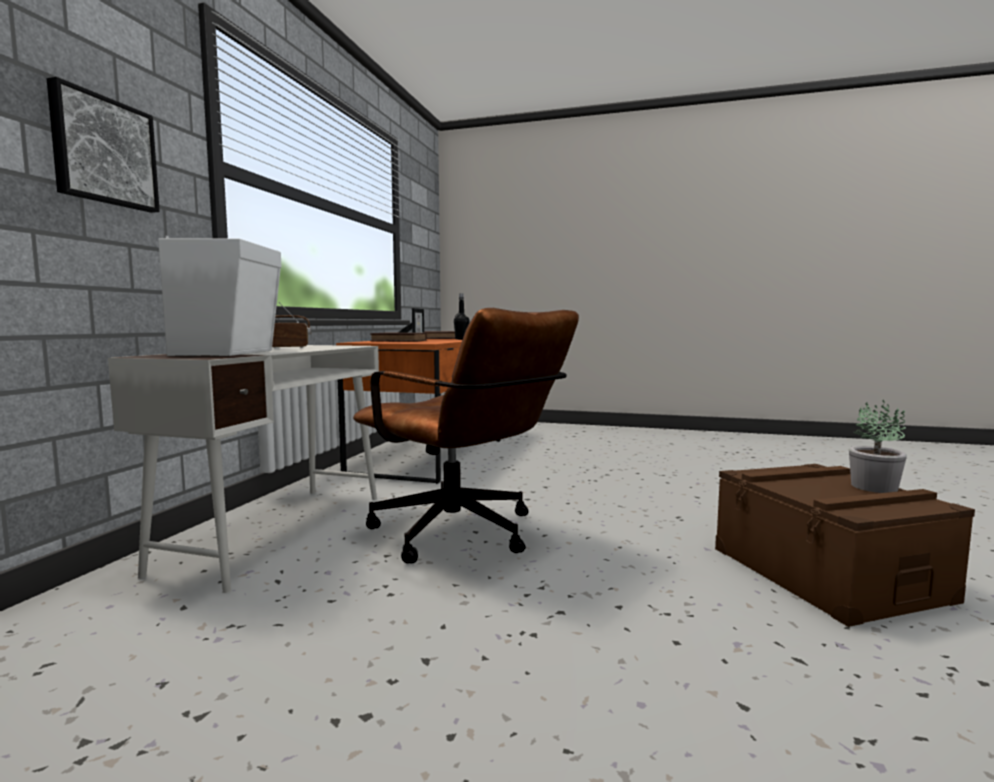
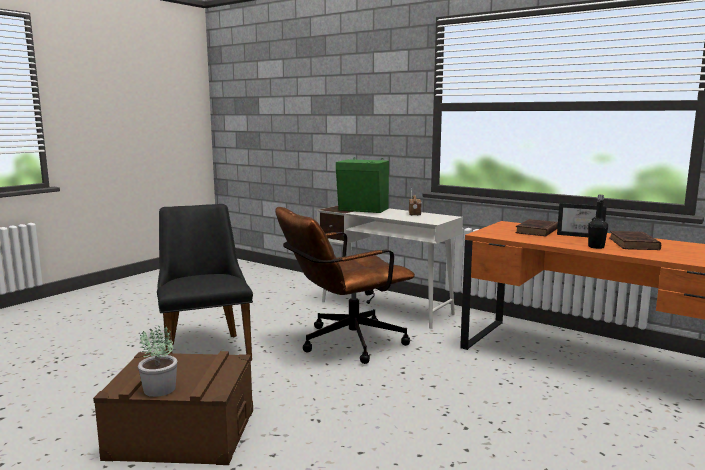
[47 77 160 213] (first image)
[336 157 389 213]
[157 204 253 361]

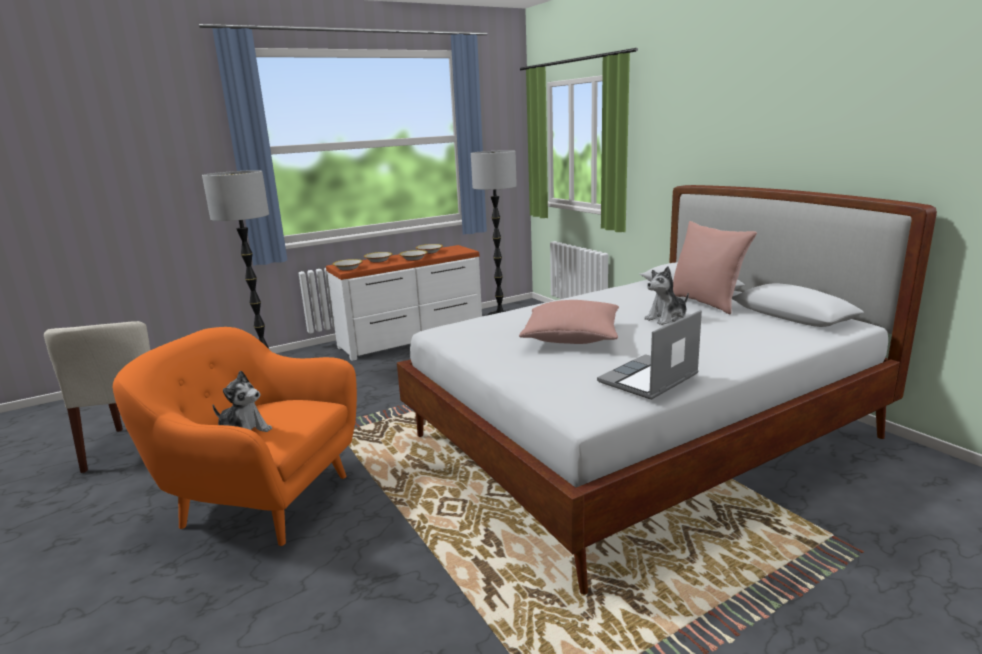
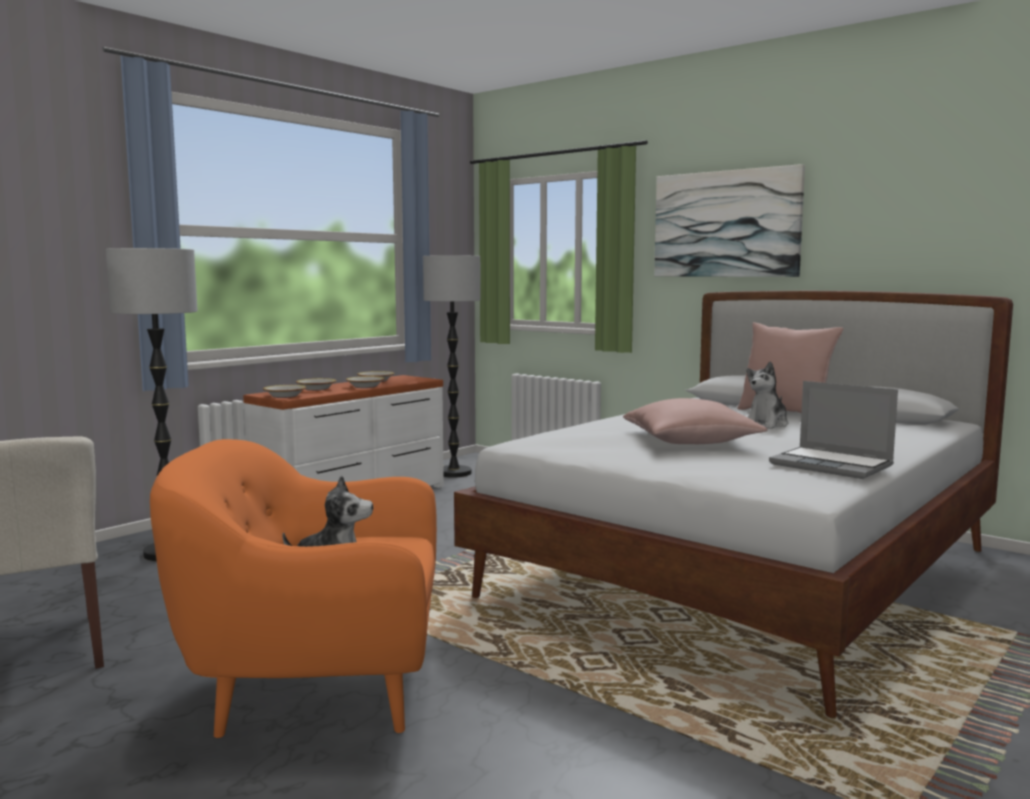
[769 381 898 479]
[654 164 805 277]

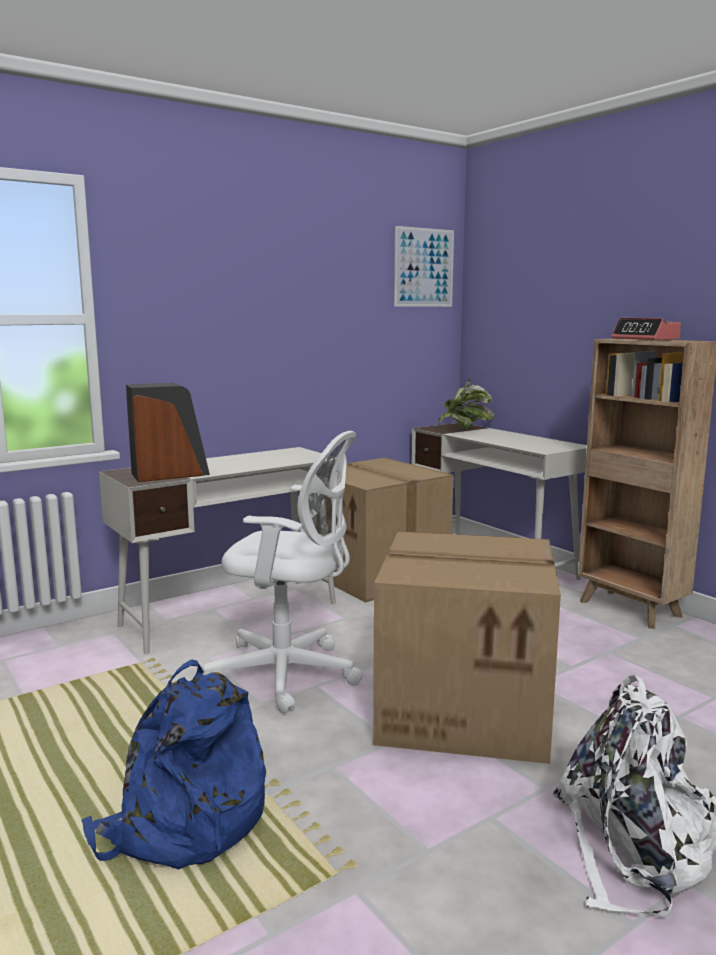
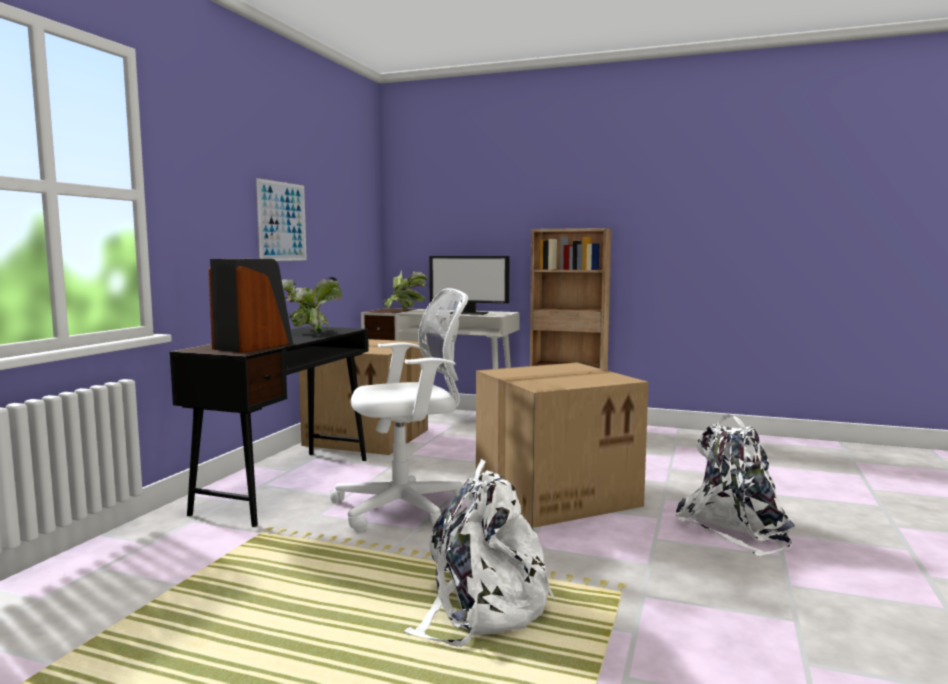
[404 459 555 647]
[170 326 369 527]
[256 178 307 261]
[611 318 681 341] (first image)
[282 277 342 333]
[429 256 509 315]

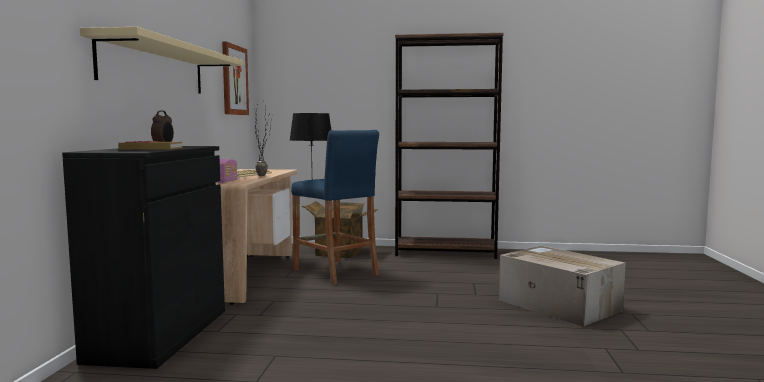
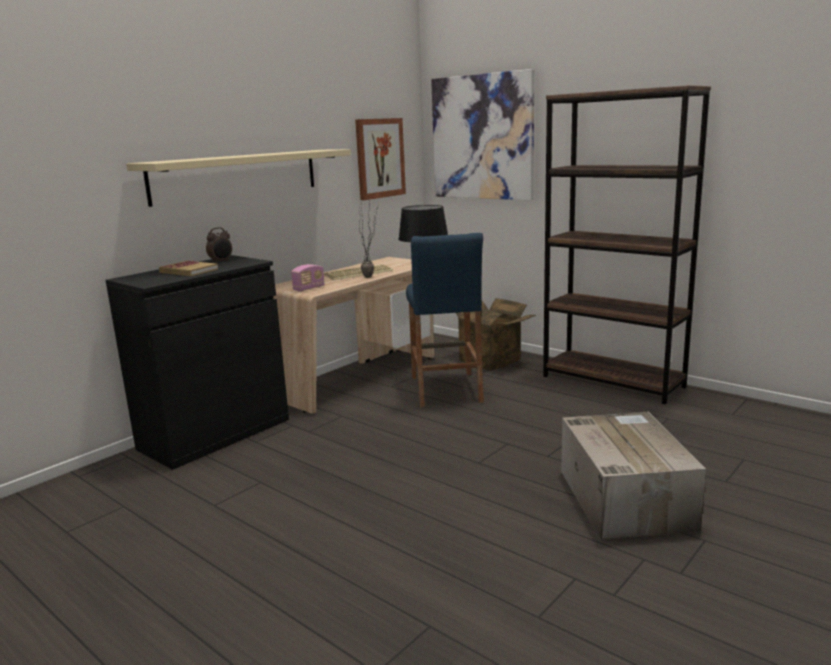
[431 69 534 200]

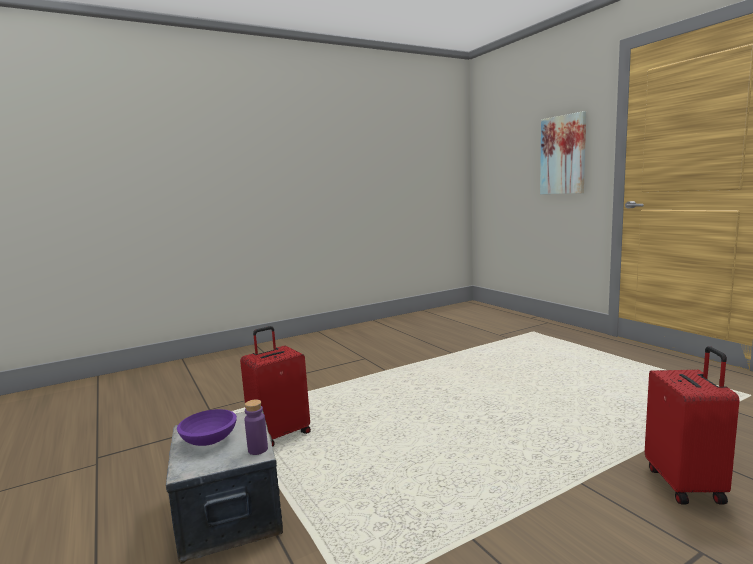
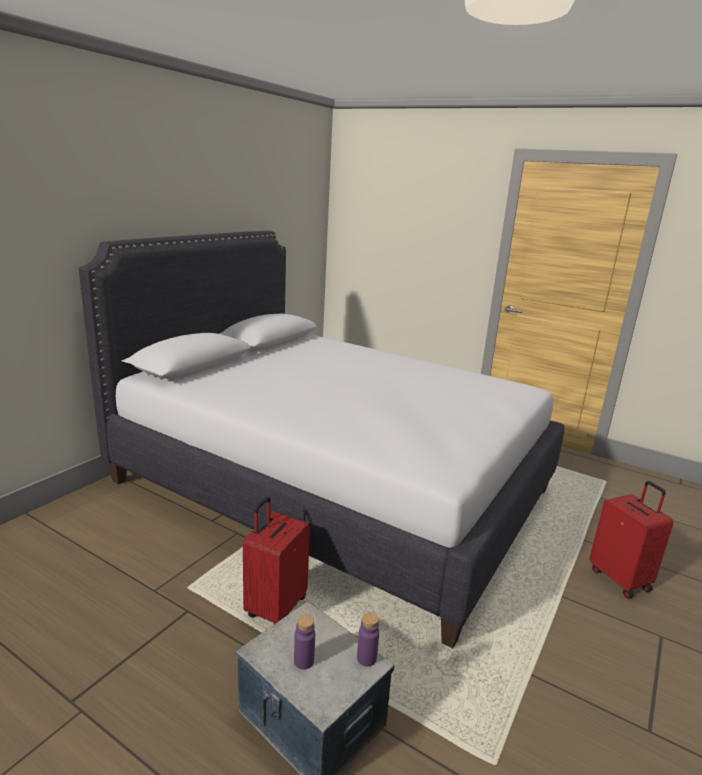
[294 615 315 669]
[540 111 586 194] (first image)
[79 231 565 648]

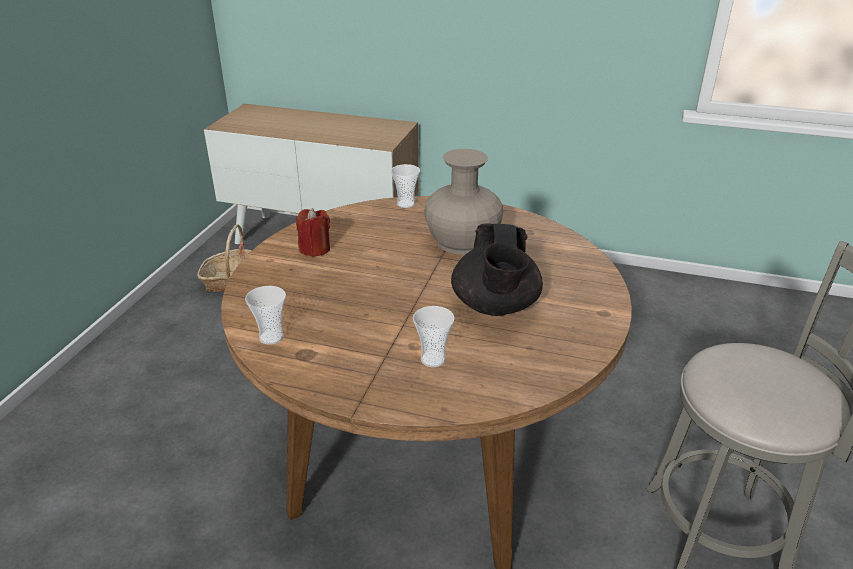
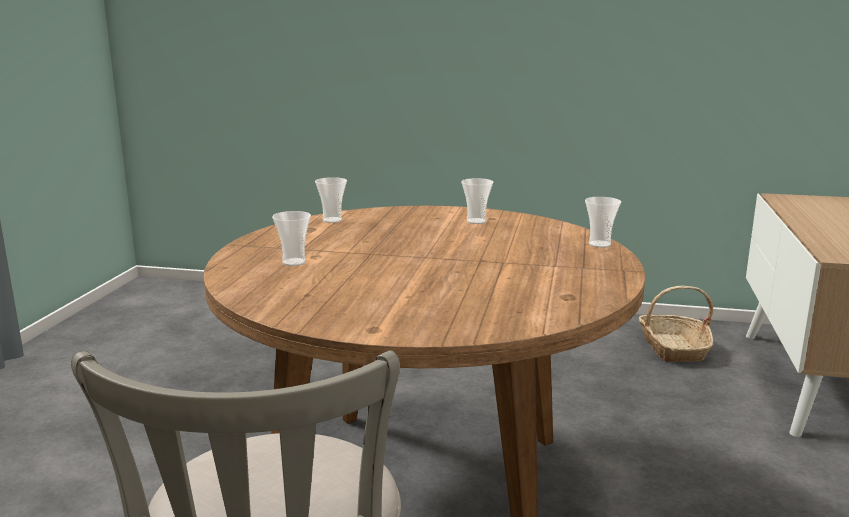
[461 178 493 224]
[424 149 503 255] (first image)
[451 223 543 316] (first image)

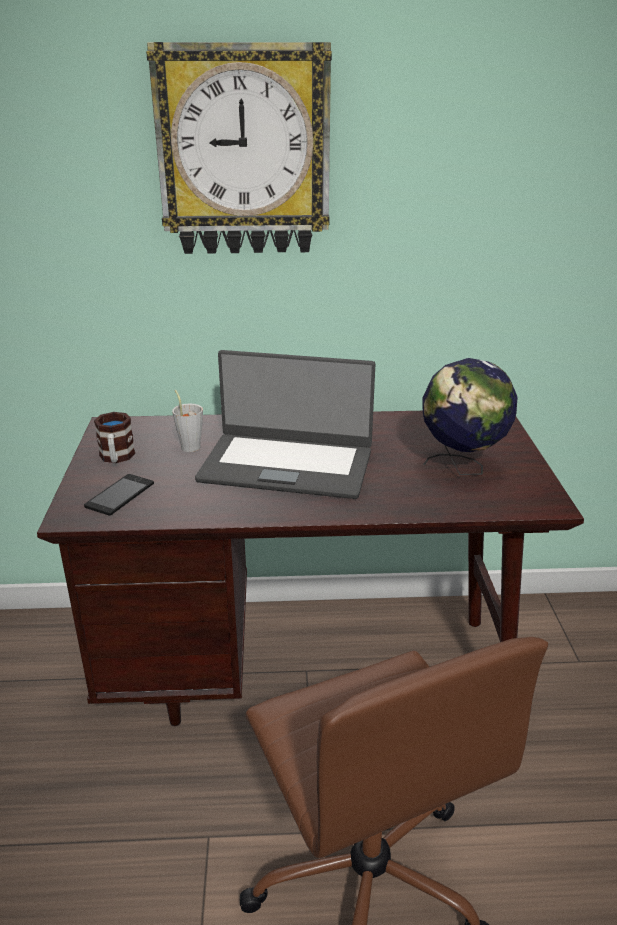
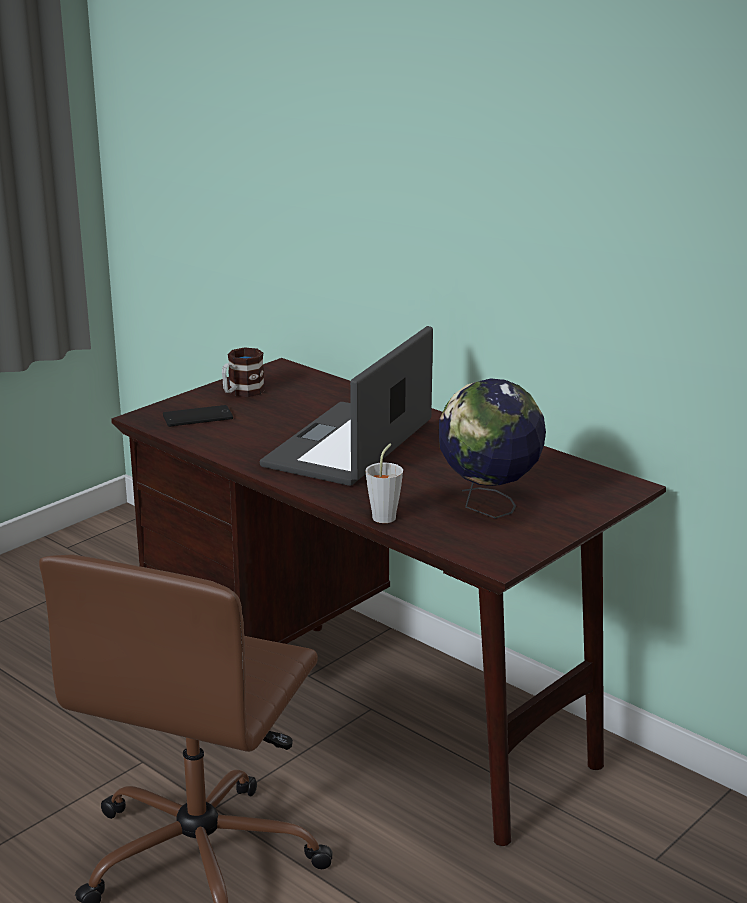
[146 42 332 254] (first image)
[365 444 403 523]
[260 326 433 486]

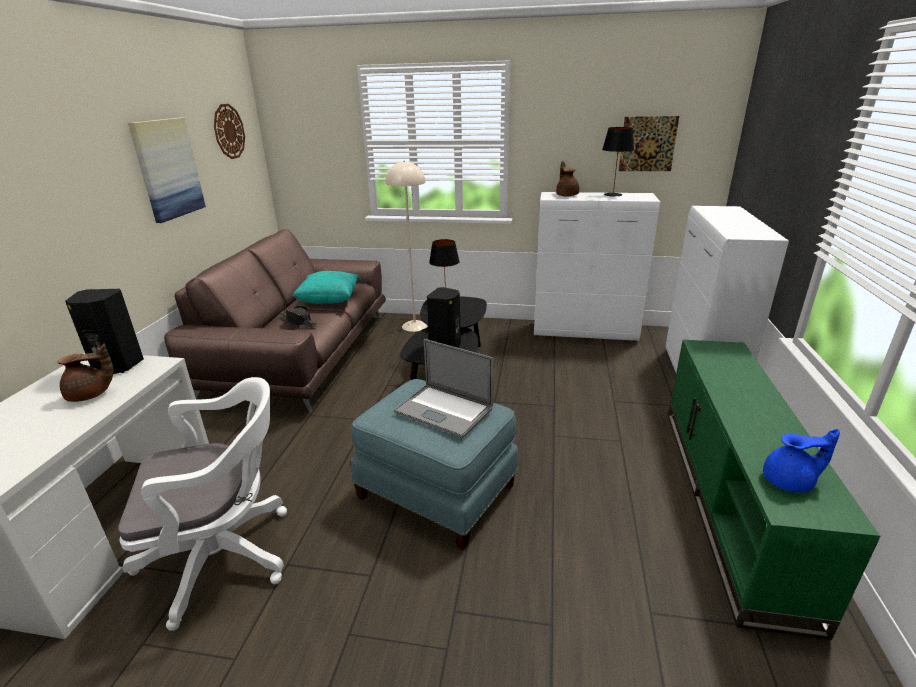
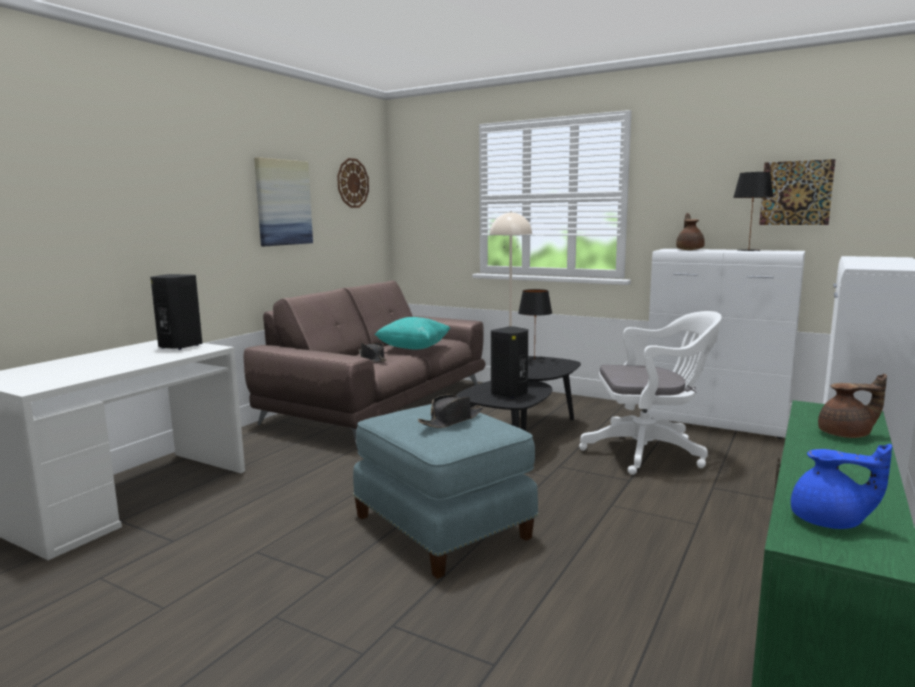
[818 374 887 438]
[579 311 722 475]
[418 394 483 428]

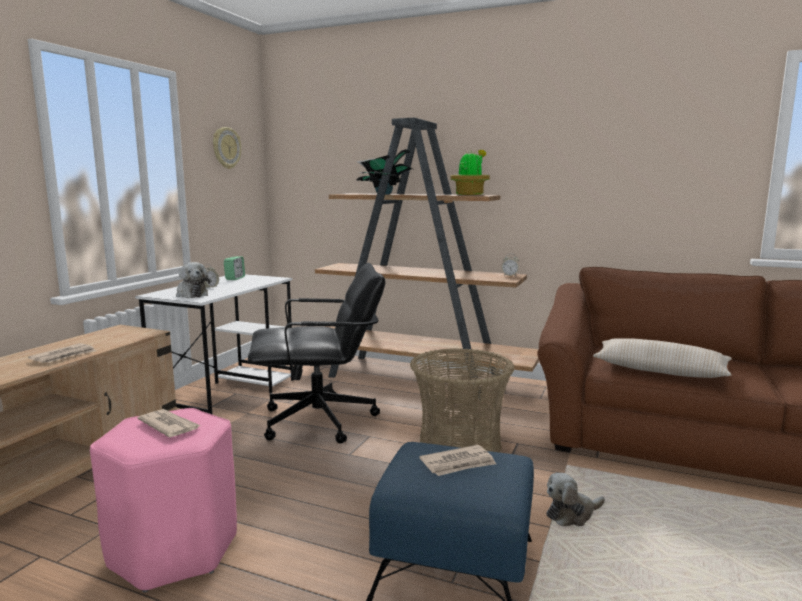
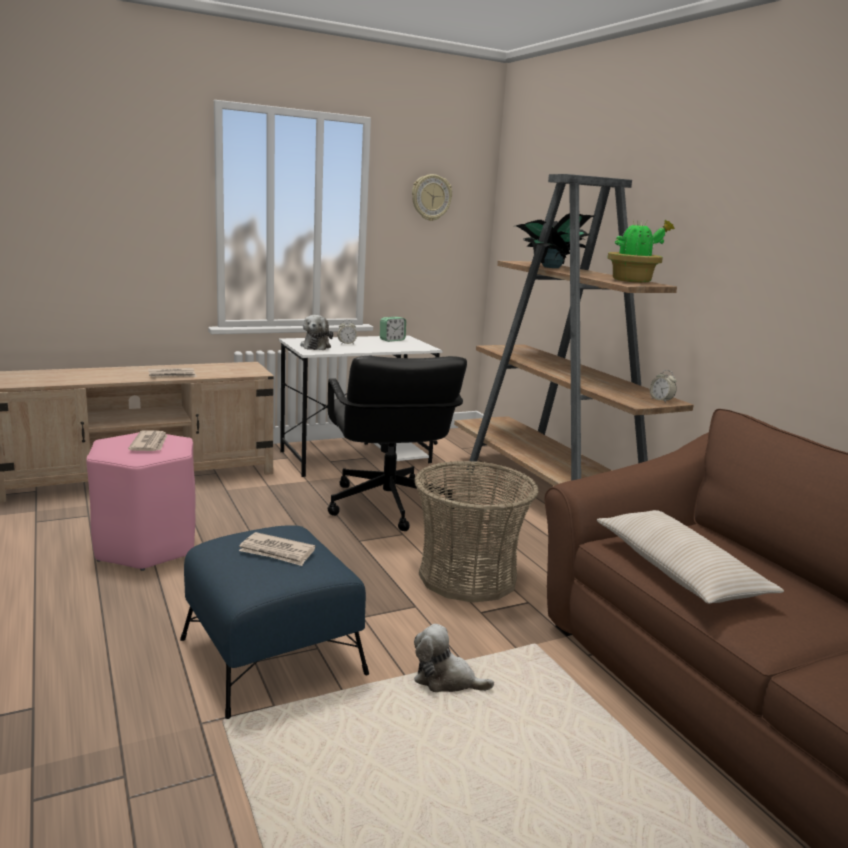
[328 356 467 531]

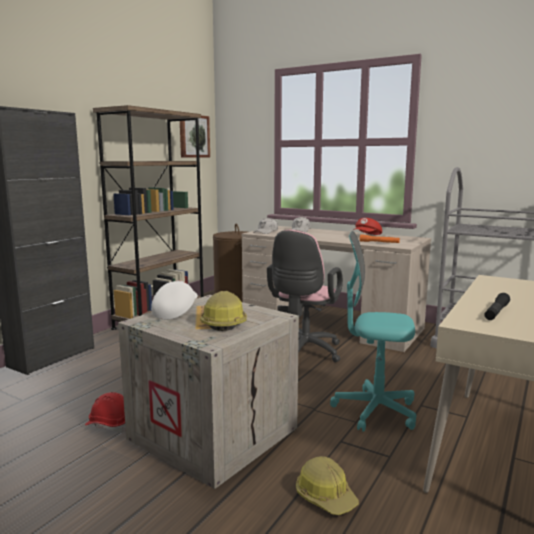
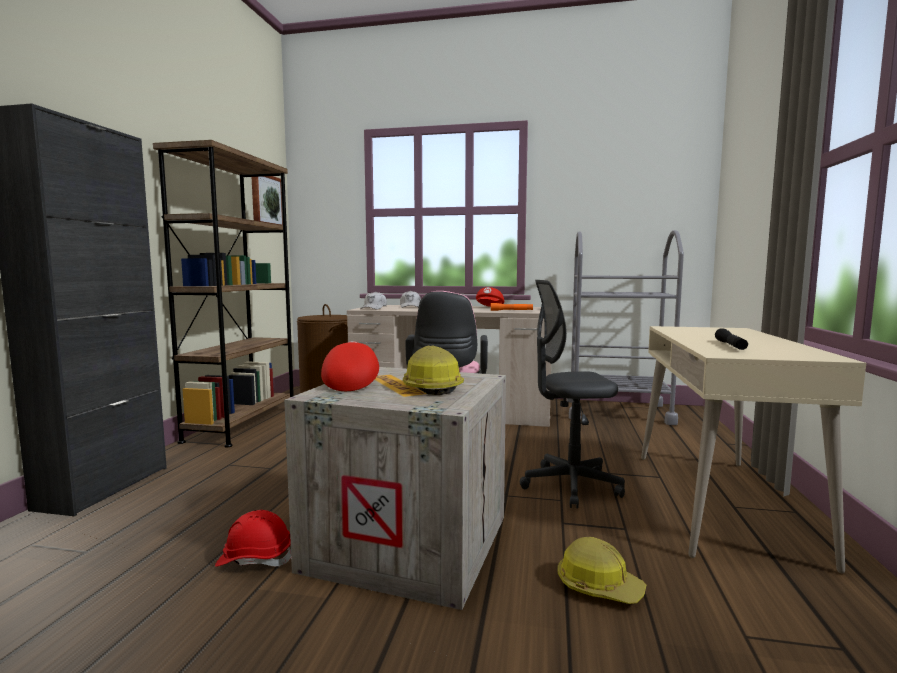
[321 341 379 391]
[520 280 625 509]

